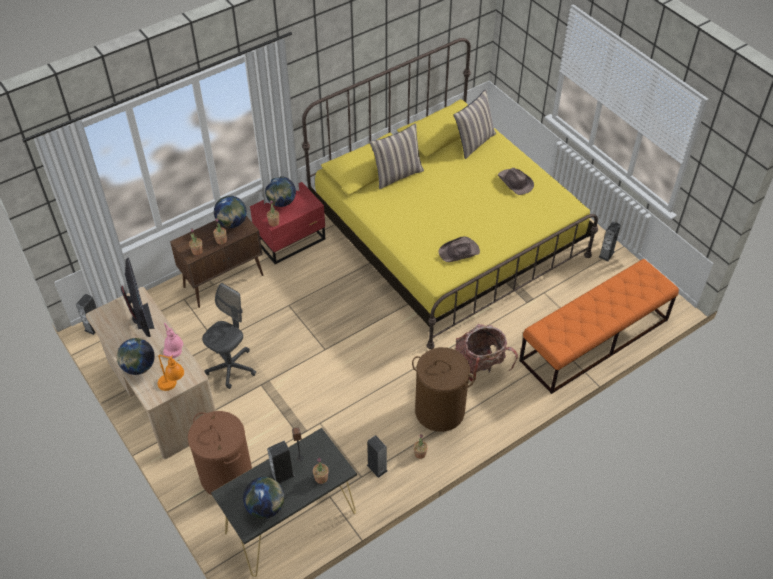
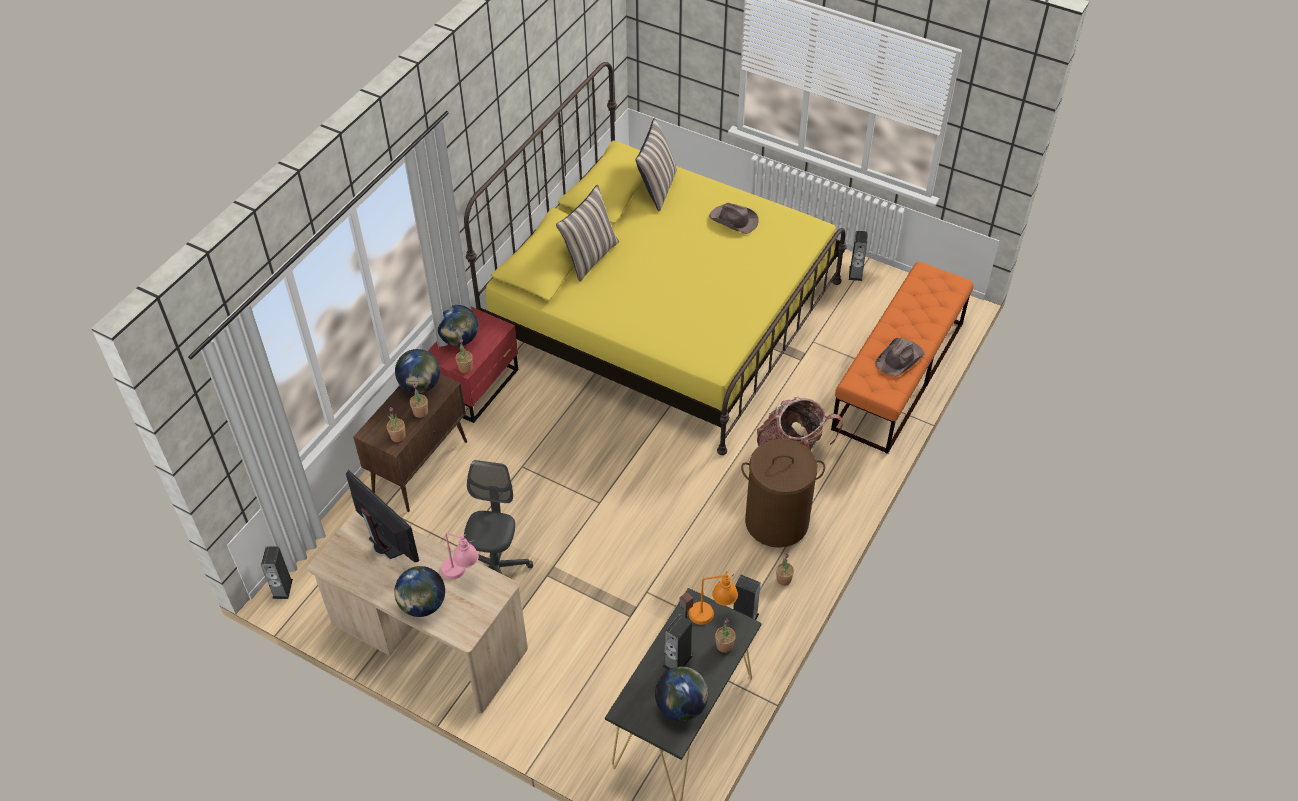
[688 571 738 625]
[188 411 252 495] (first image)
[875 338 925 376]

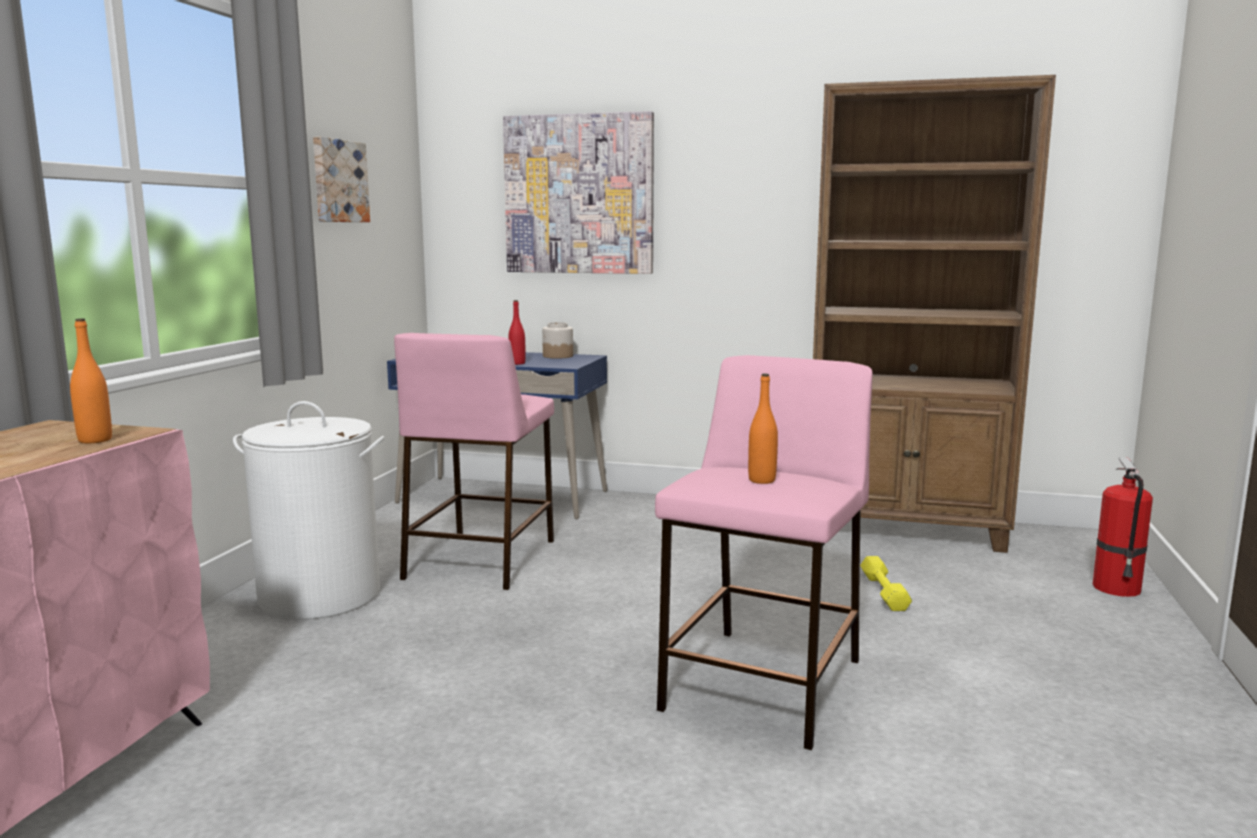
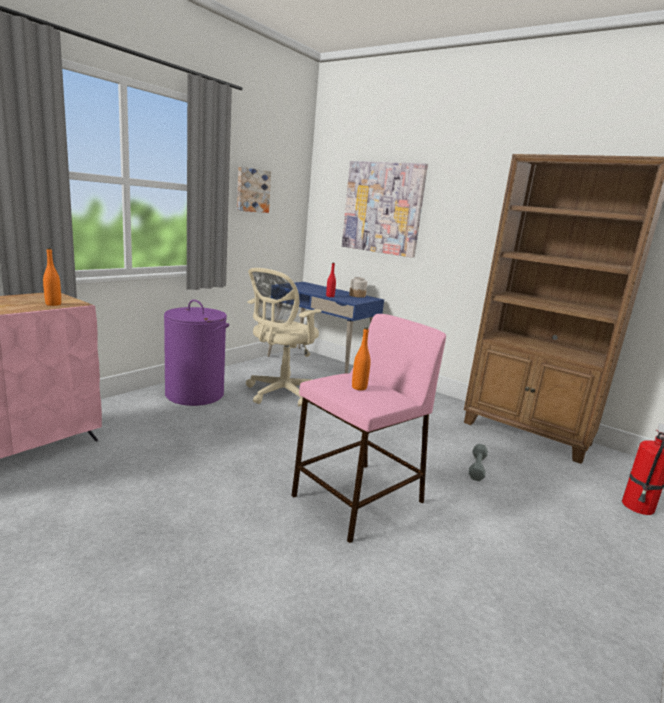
[164 300 229 406]
[246 268 322 407]
[469 444 488 481]

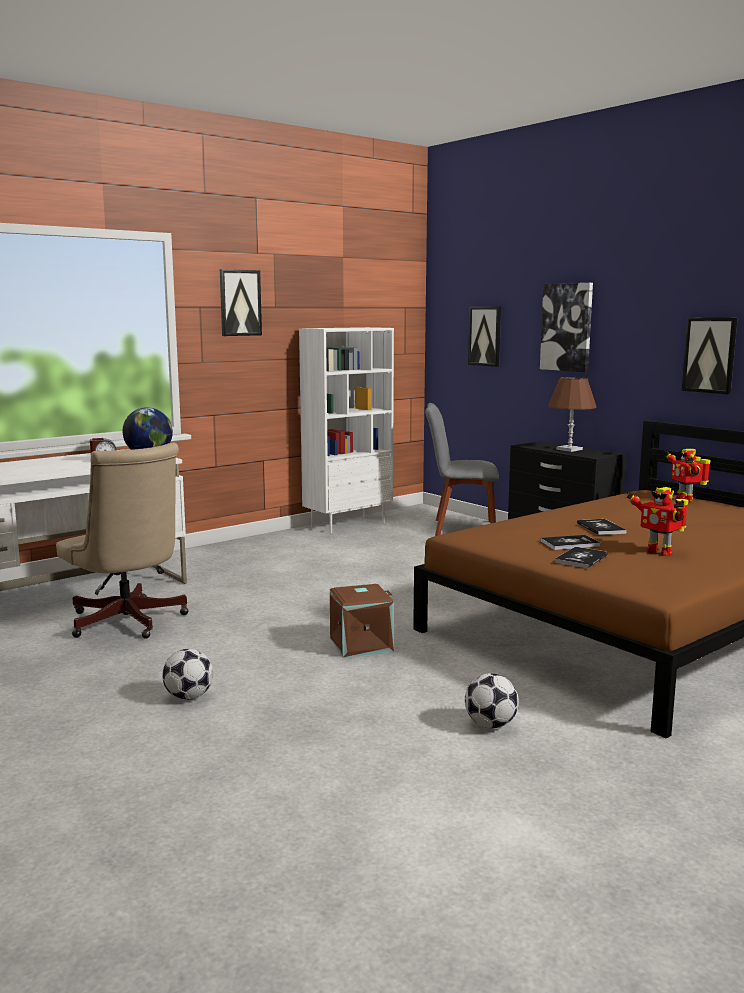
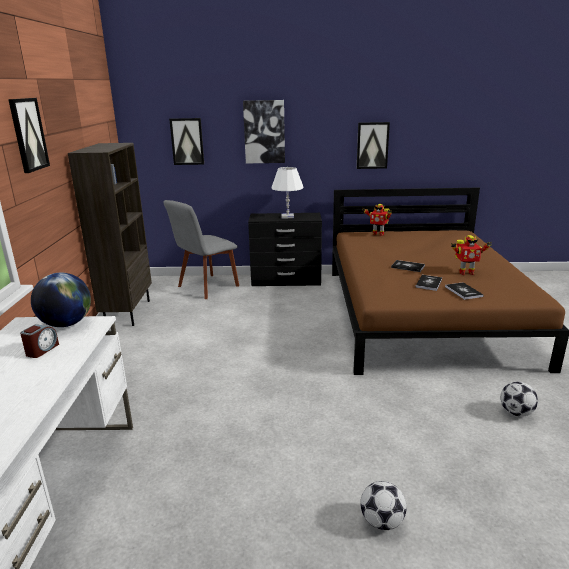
[56 443 189 639] (first image)
[68 143 152 326]
[330 584 394 658] (first image)
[271 167 304 218]

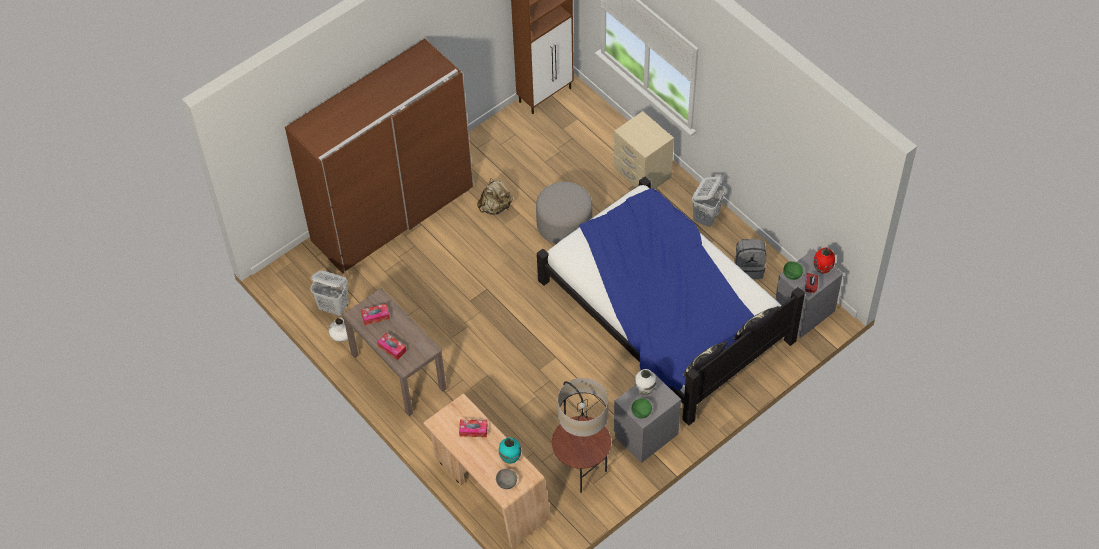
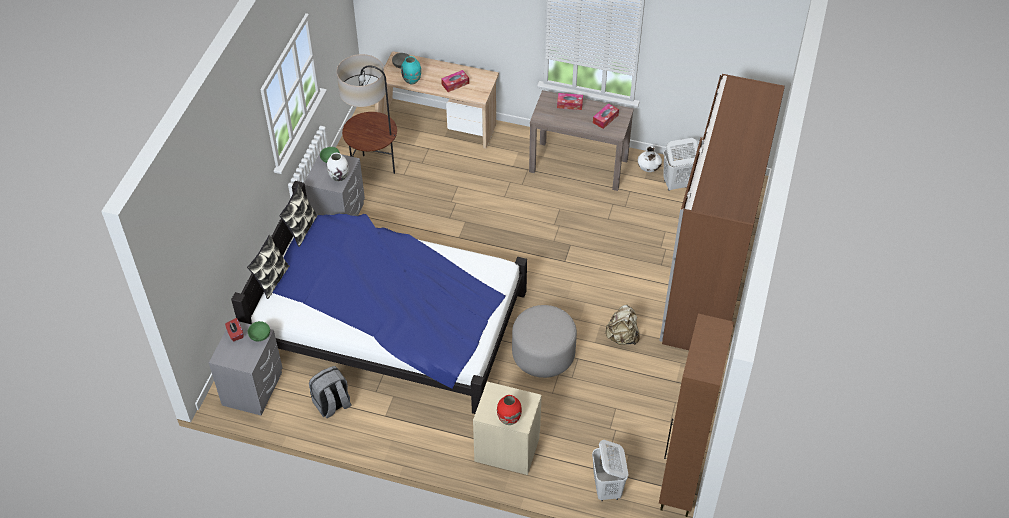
[592 440 628 501]
[497 395 522 425]

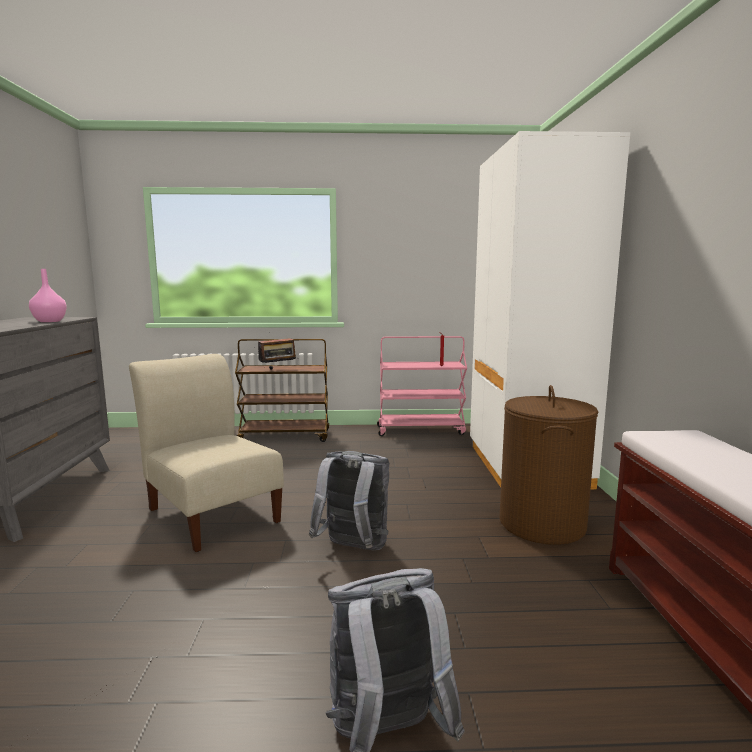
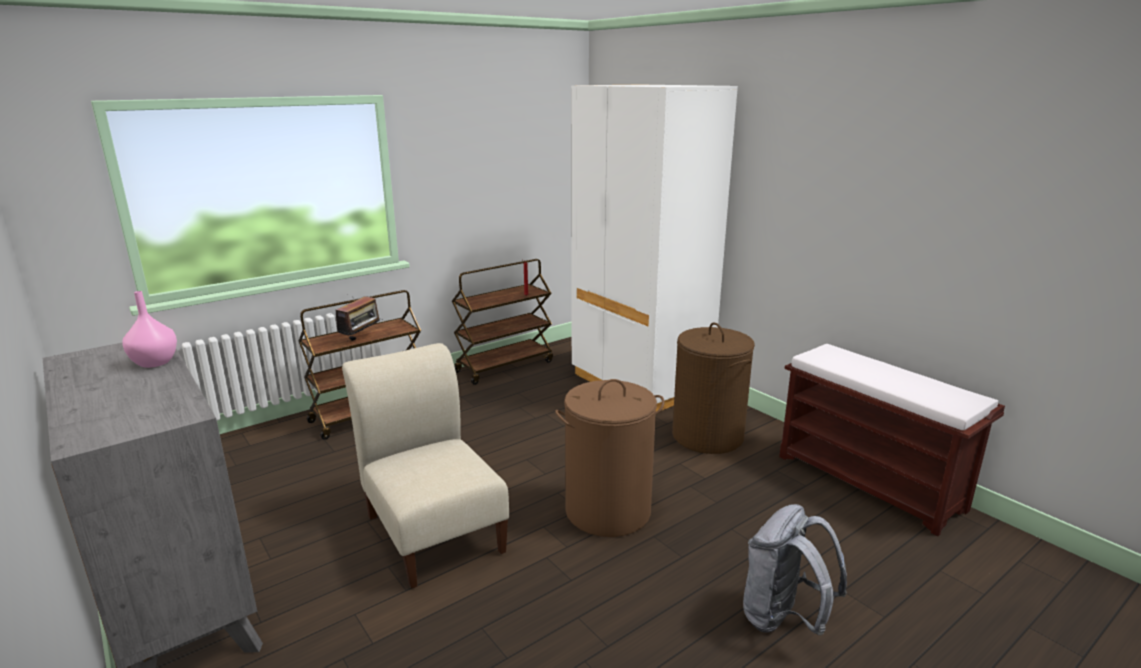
[342 343 509 589]
[555 379 664 537]
[452 259 553 385]

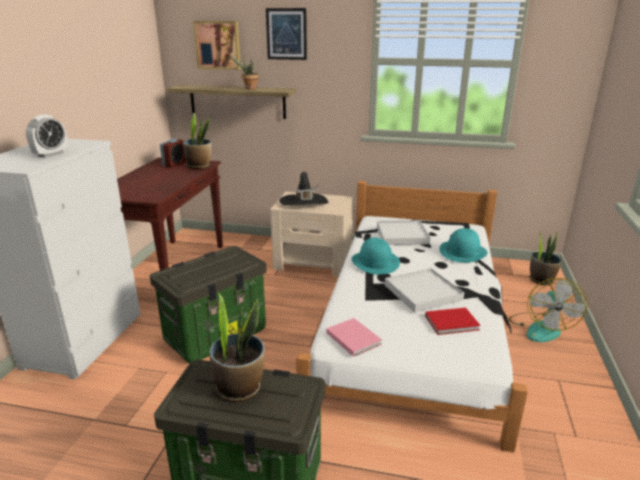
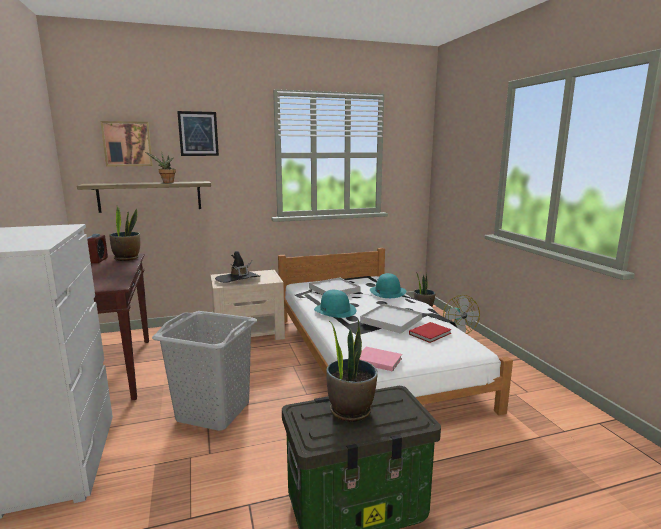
[26 114 68 158] (first image)
[152 311 257 431]

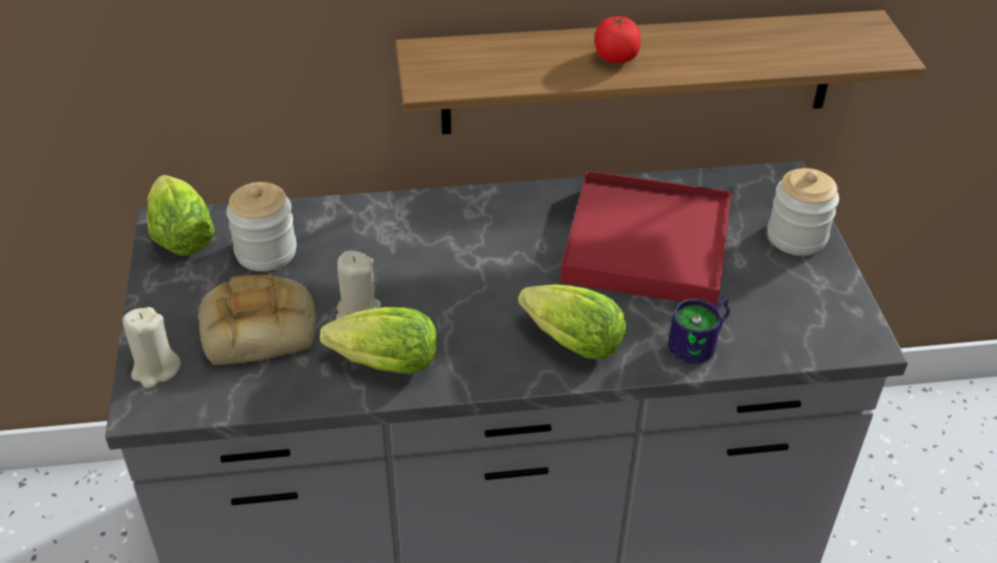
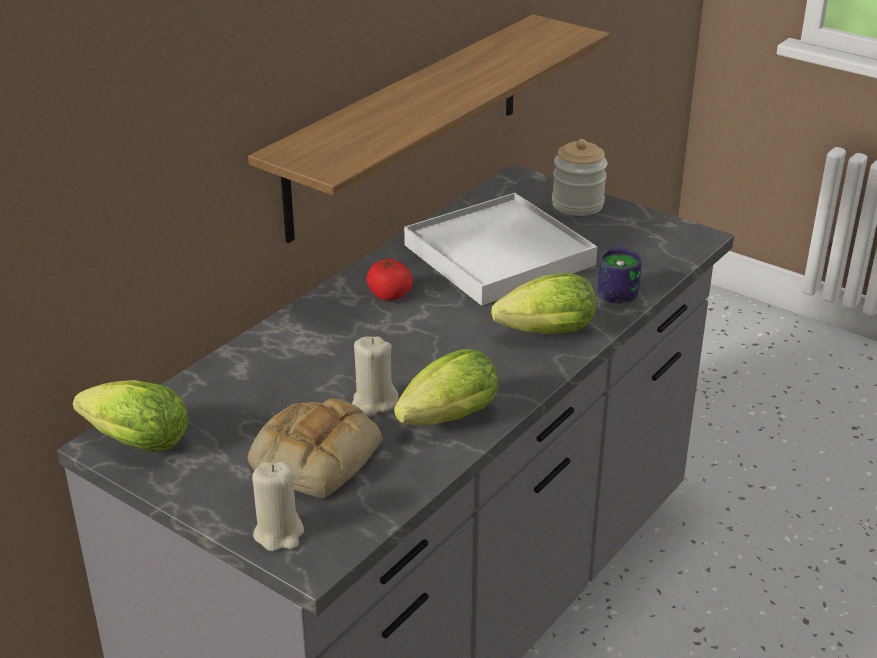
[226 182 297 271] (first image)
[404 193 597 306]
[367 258 413 300]

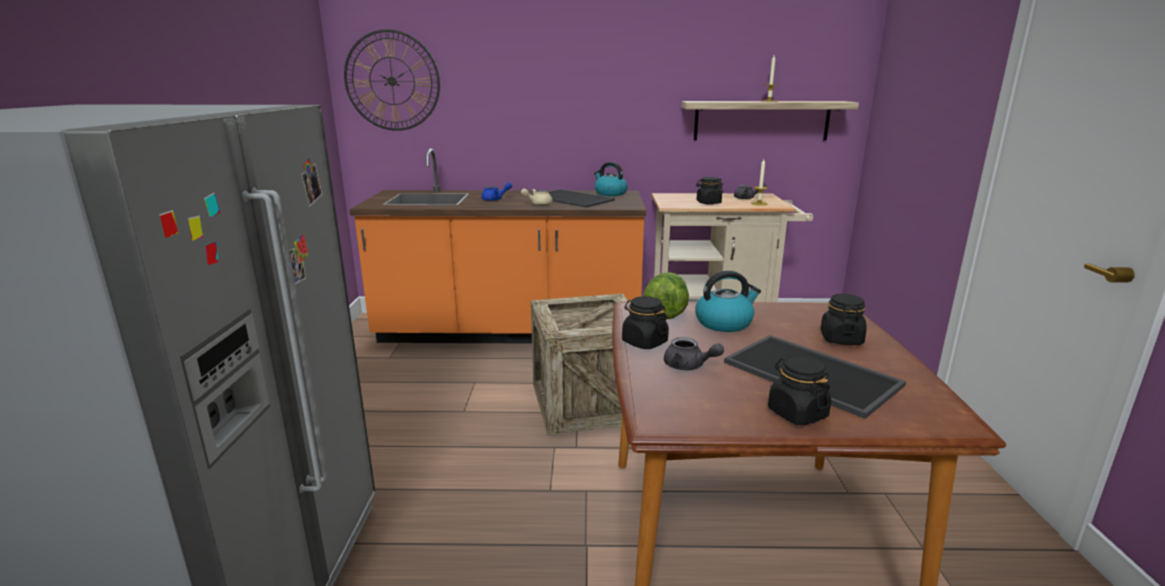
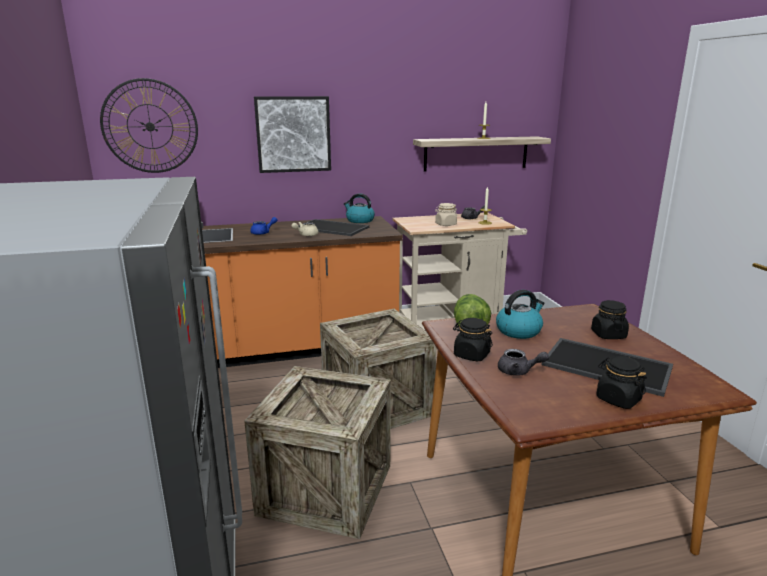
[435 203 457 226]
[244 366 391 539]
[254 96 331 173]

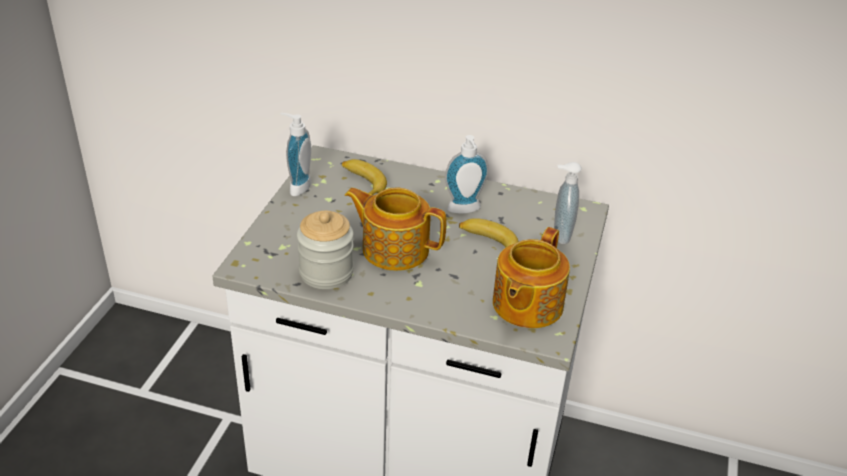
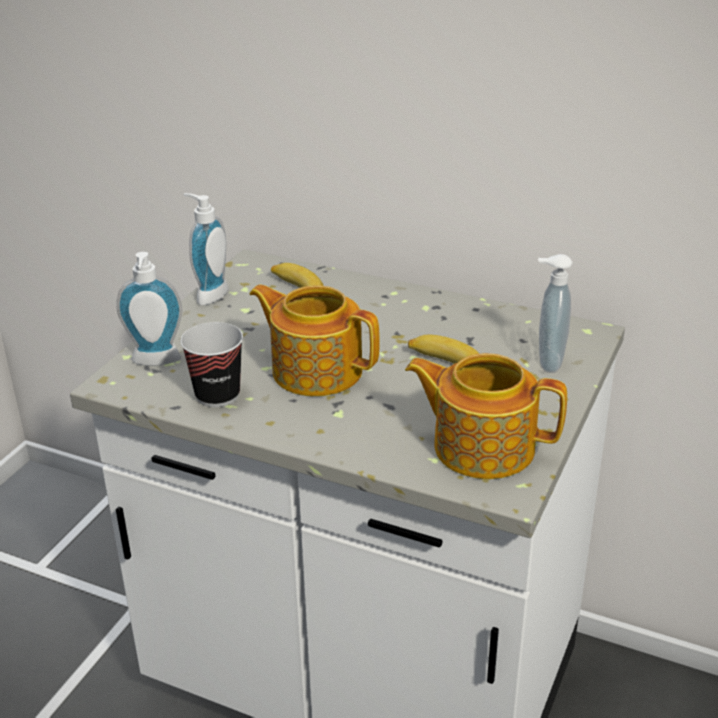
[180 322 243 407]
[116 252 182 366]
[405 353 567 479]

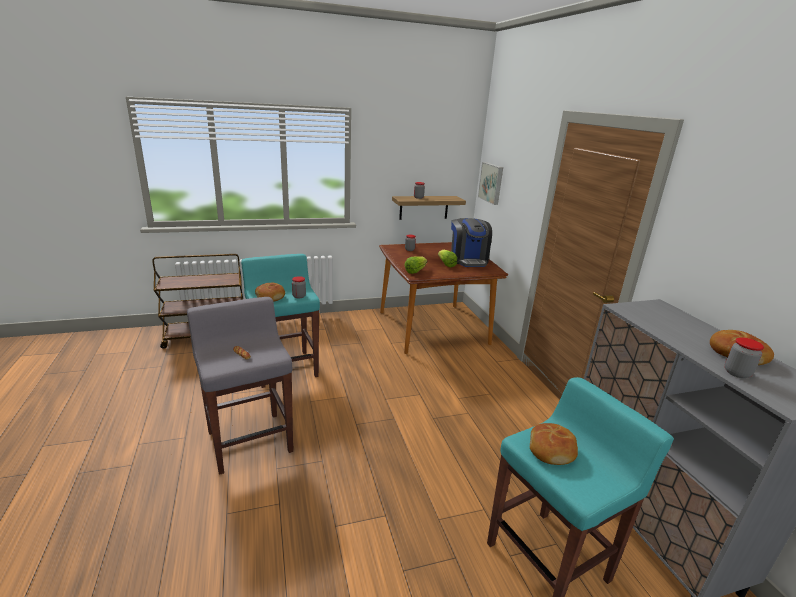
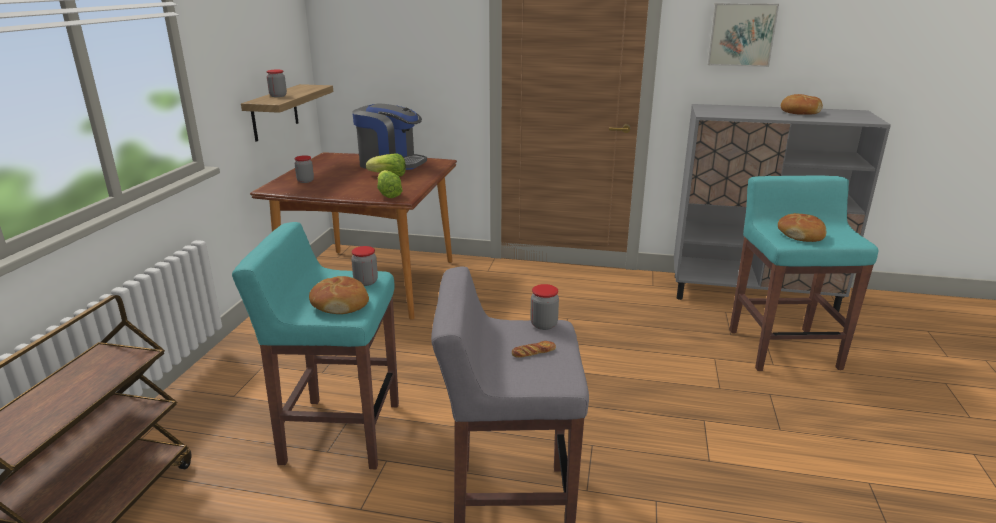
[707 3 779 67]
[530 284 559 330]

